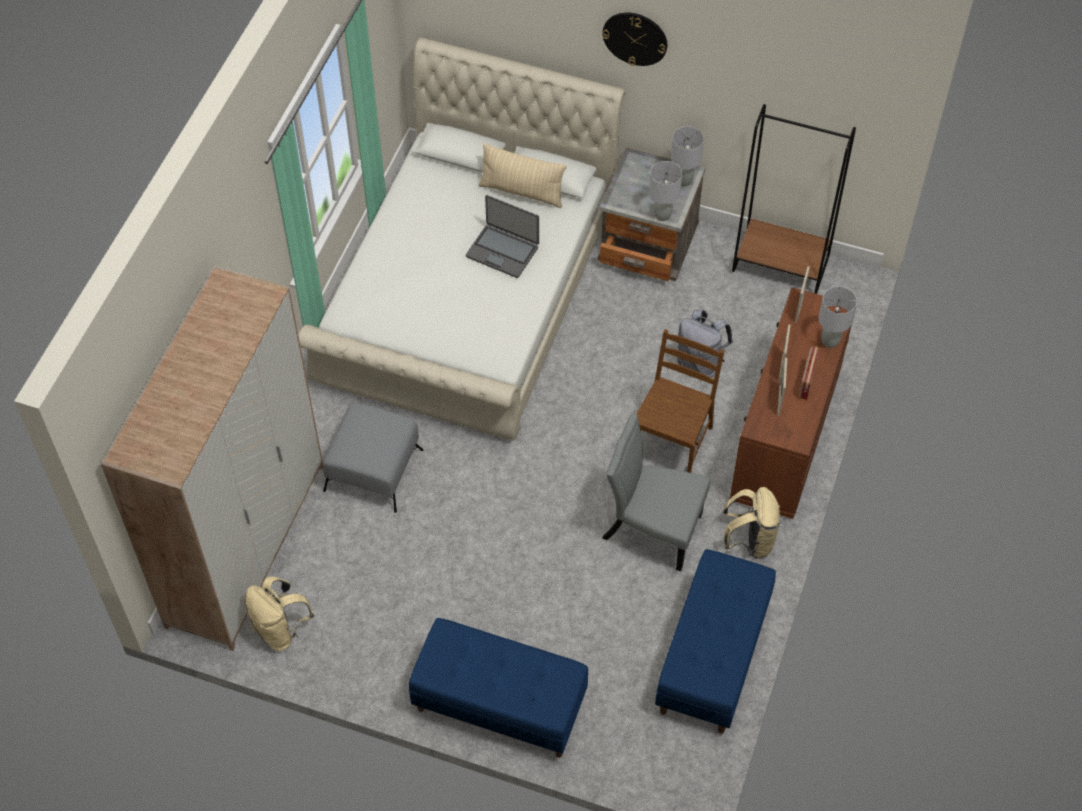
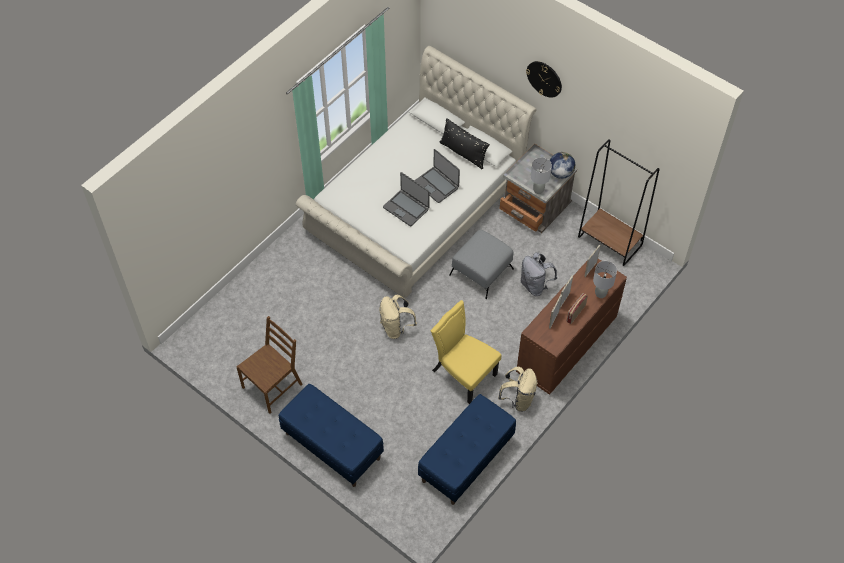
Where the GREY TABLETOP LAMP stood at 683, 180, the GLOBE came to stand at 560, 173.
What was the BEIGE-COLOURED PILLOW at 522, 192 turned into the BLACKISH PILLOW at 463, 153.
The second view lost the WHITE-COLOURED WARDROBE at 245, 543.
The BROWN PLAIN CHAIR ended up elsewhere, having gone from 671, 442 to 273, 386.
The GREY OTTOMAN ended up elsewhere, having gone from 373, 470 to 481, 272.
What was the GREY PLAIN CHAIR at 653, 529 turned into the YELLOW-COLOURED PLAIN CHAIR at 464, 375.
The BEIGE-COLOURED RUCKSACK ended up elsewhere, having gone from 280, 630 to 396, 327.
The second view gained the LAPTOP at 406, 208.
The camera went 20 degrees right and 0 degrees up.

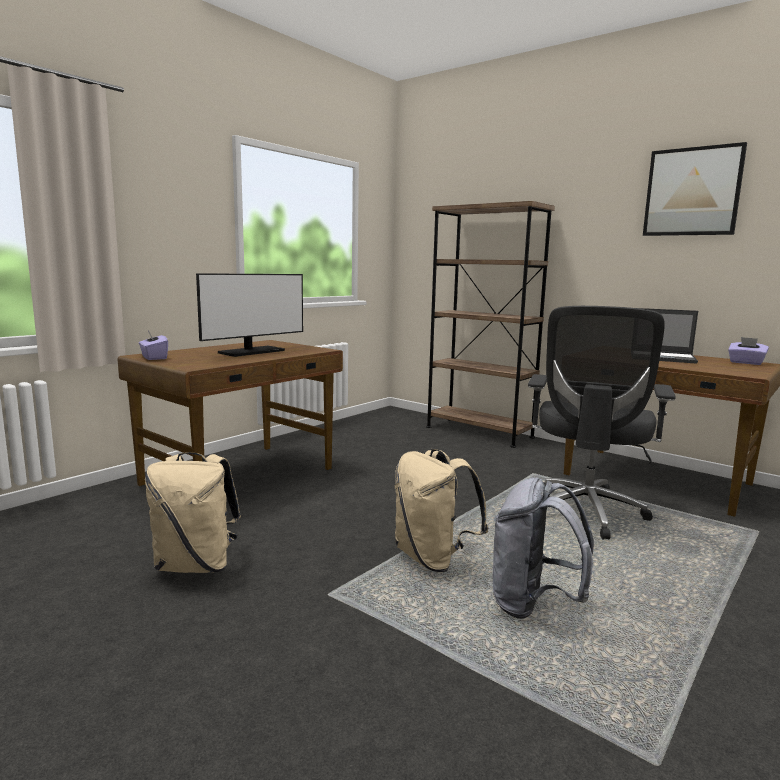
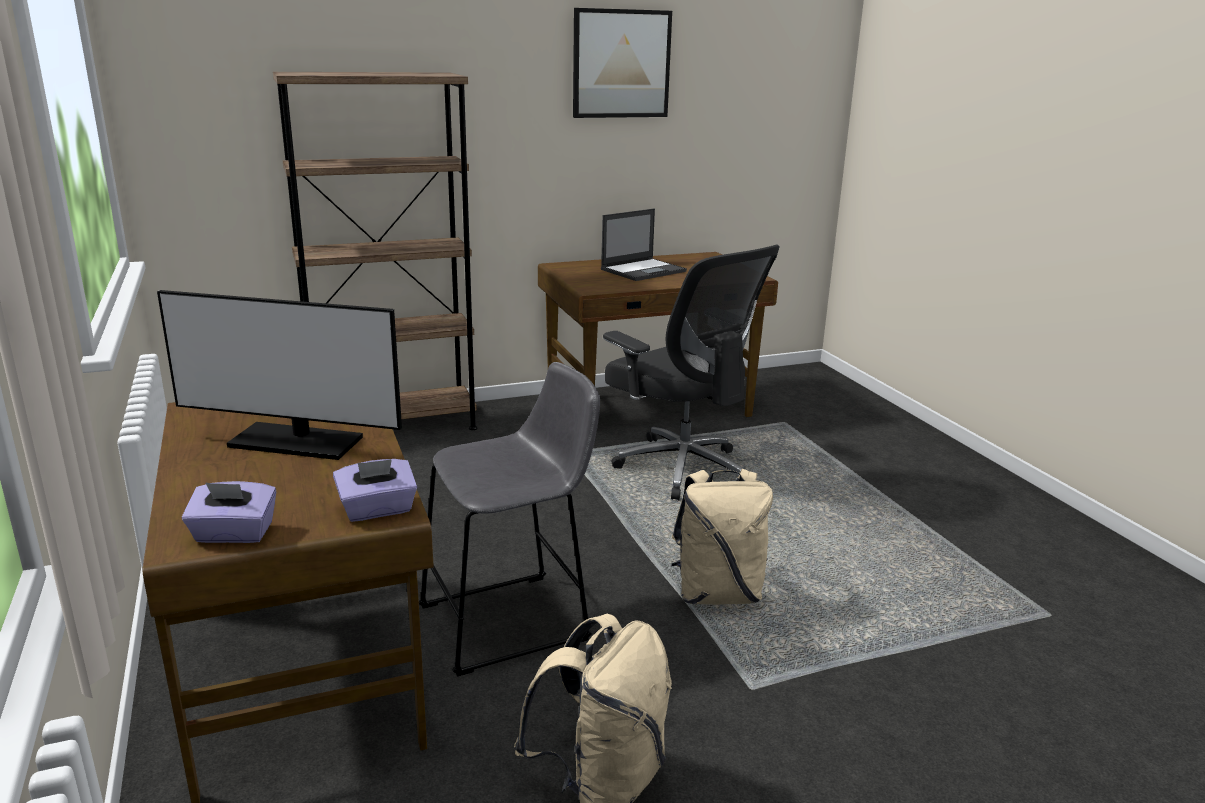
The COMPUTER DISPLAY at 252, 352 ended up facing another way, 120 degrees clockwise from before.
The PURPLE-COLOURED TISSUE HOLDER ended up elsewhere, having gone from 746, 363 to 377, 510.
The second view lost the GREY RUCKSACK at 533, 605.
The second view gained the GREY STOOL SEAT at 513, 621.
The camera went 60 degrees left and 10 degrees up.

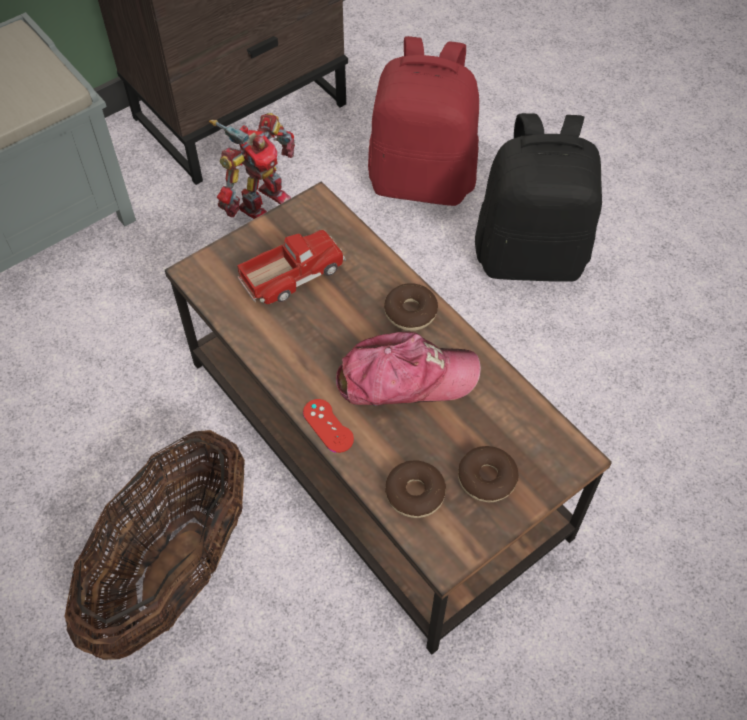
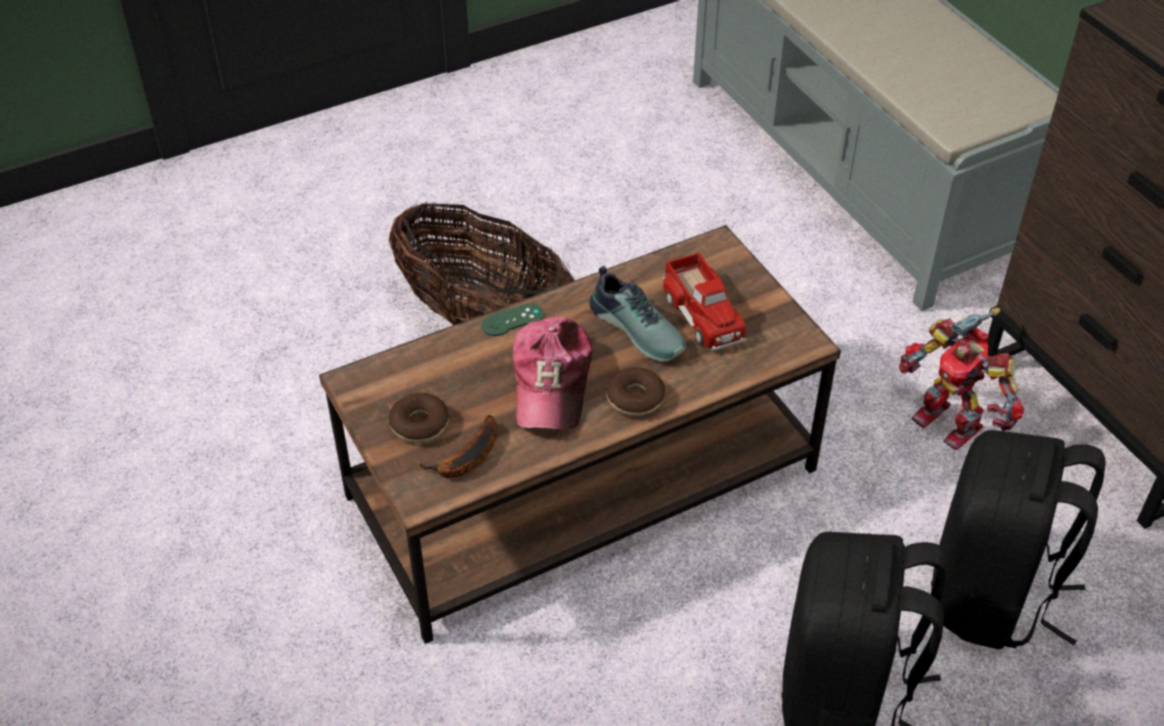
What was the REDDISH RUCKSACK at 423, 180 turned into the BLACKISH RUCKSACK at 992, 595.
What was the REDDISH GAMEPAD at 328, 426 turned into the GREEN-COLOURED GAMEPAD at 512, 320.
The second view lost the DOUGHNUT at 415, 493.
The second view gained the LOW SHOE at 639, 328.
The second view gained the WHOLE BANANA at 466, 459.
The camera went 100 degrees right and 10 degrees down.

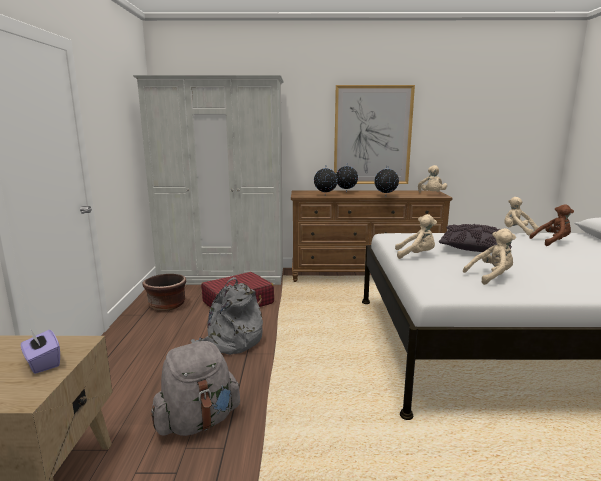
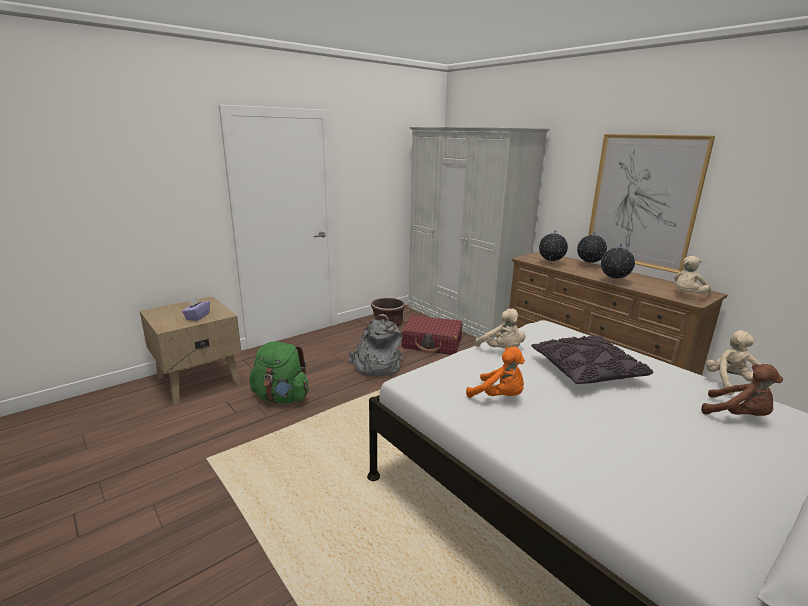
What was the BEIGE-COLOURED PLUSH TOY at 491, 276 turned into the ORANGE PLUSH TOY at 499, 397.
What was the GREY RUCKSACK at 198, 421 turned into the GREEN-COLOURED RUCKSACK at 281, 398.
The camera went 50 degrees right and 5 degrees up.

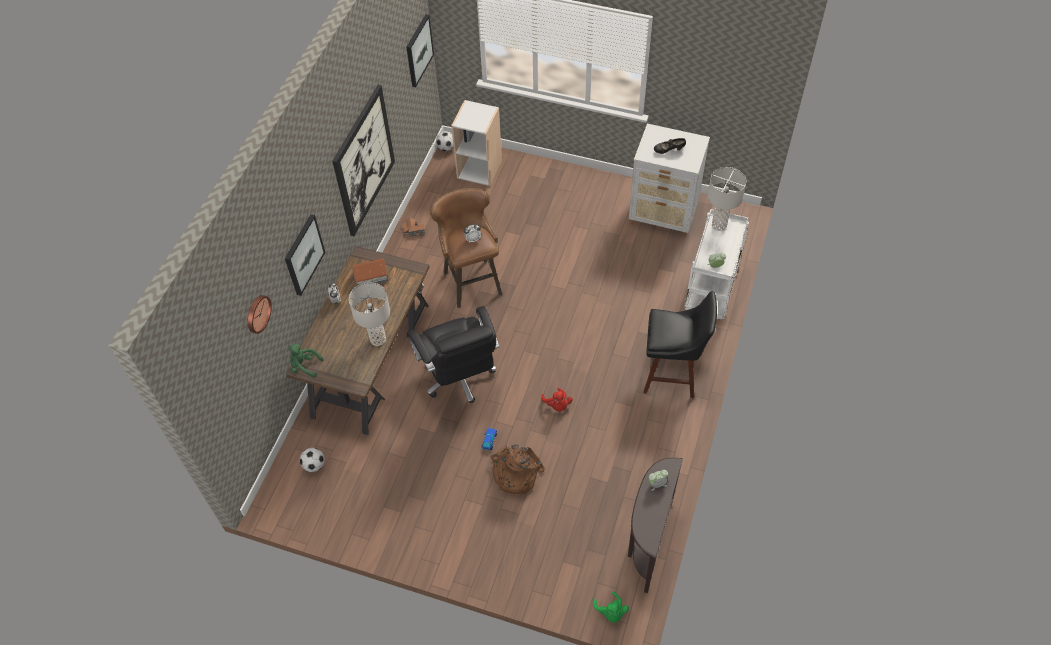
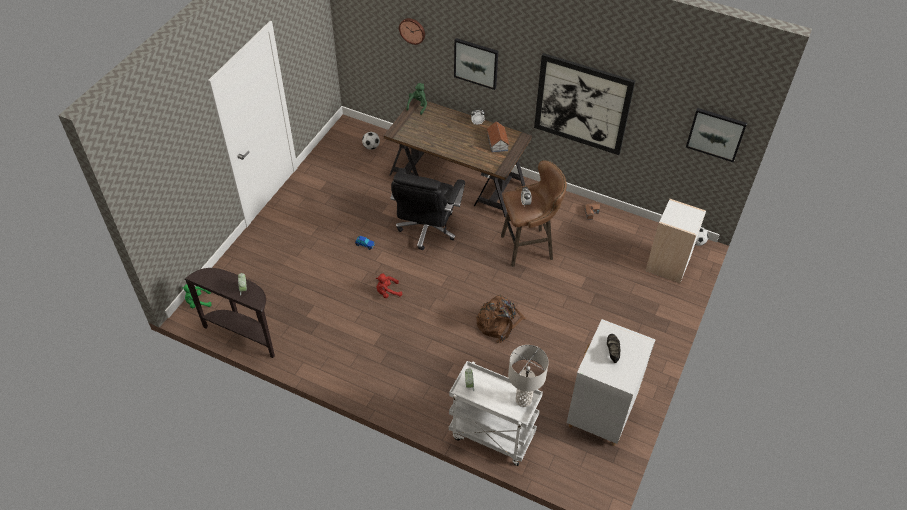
The second view lost the WHITE-COLOURED TABLETOP LAMP at 378, 339.
The second view lost the BLACKISH STOOL SEAT at 672, 374.
The BLACKISH COMPUTER CHAIR at 460, 380 ended up facing another way, 60 degrees counterclockwise from before.
The BROWN RUCKSACK ended up elsewhere, having gone from 515, 473 to 499, 323.
The camera went 95 degrees right and 5 degrees down.

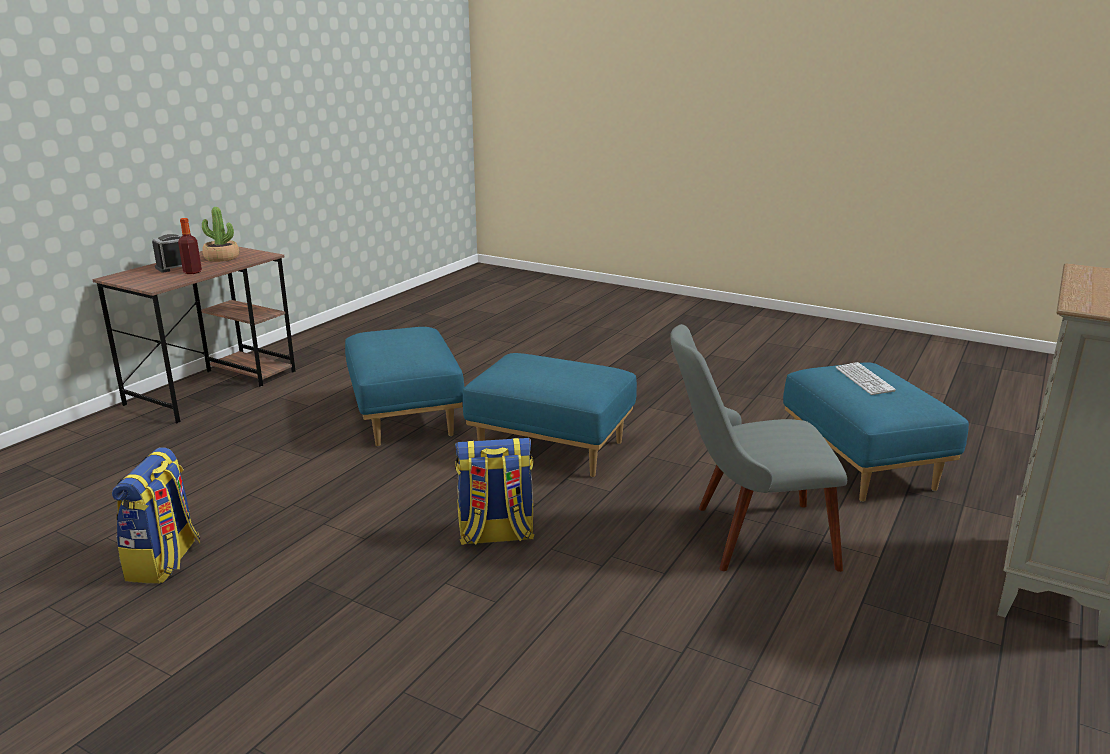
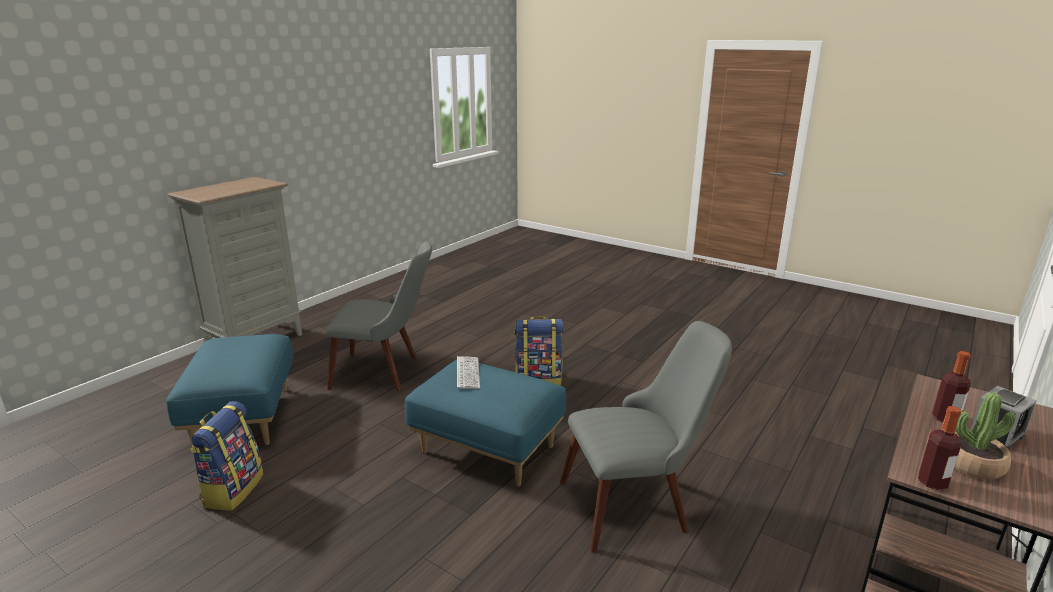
Where the BLUE-COLOURED OTTOMAN stood at 404, 417, the GREY PLAIN CHAIR came to stand at 637, 503.
The PC KEYBOARD ended up elsewhere, having gone from 864, 380 to 468, 373.
The RUCKSACK ended up elsewhere, having gone from 165, 562 to 232, 489.
The second view gained the DRINK BOTTLE at 932, 482.
The camera went 175 degrees left and 0 degrees up.

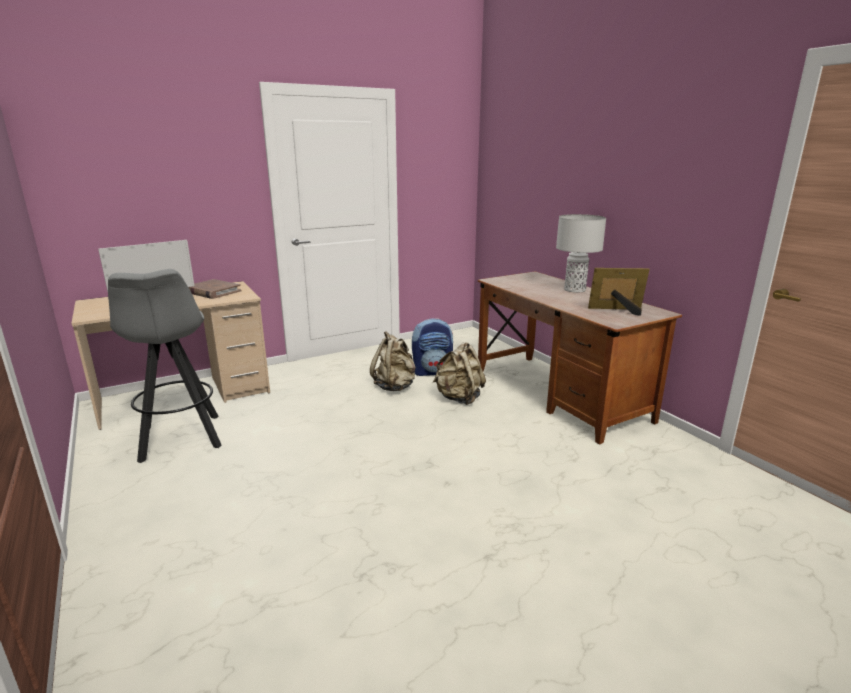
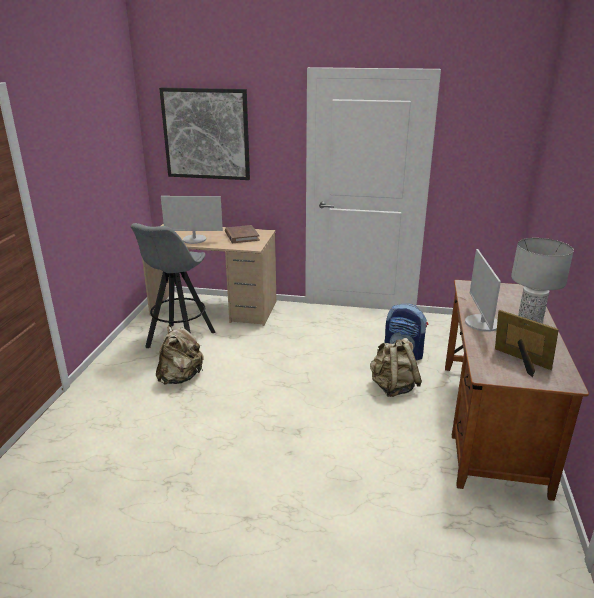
The BEIGE-COLOURED RUCKSACK ended up elsewhere, having gone from 395, 386 to 180, 377.
The second view gained the PICTURE at 206, 134.
The second view gained the COMPUTER DISPLAY at 481, 323.
The camera went 40 degrees right and 5 degrees up.

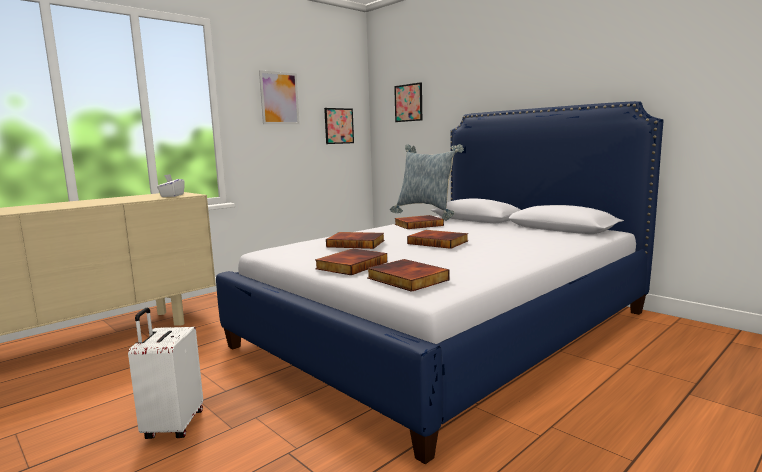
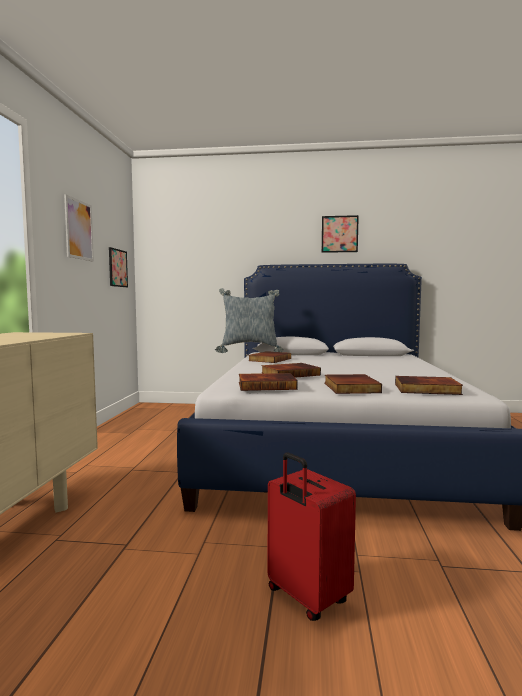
The PICTURE ended up elsewhere, having gone from 408, 103 to 339, 234.
The second view lost the WHITE-COLOURED TISSUE HOLDER at 172, 196.
The BOUND BOOK ended up elsewhere, having gone from 438, 242 to 267, 385.
What was the WHITE-COLOURED TRAVEL CASE at 172, 426 turned into the REDDISH TRAVEL CASE at 306, 597.
The camera went 40 degrees left and 5 degrees down.

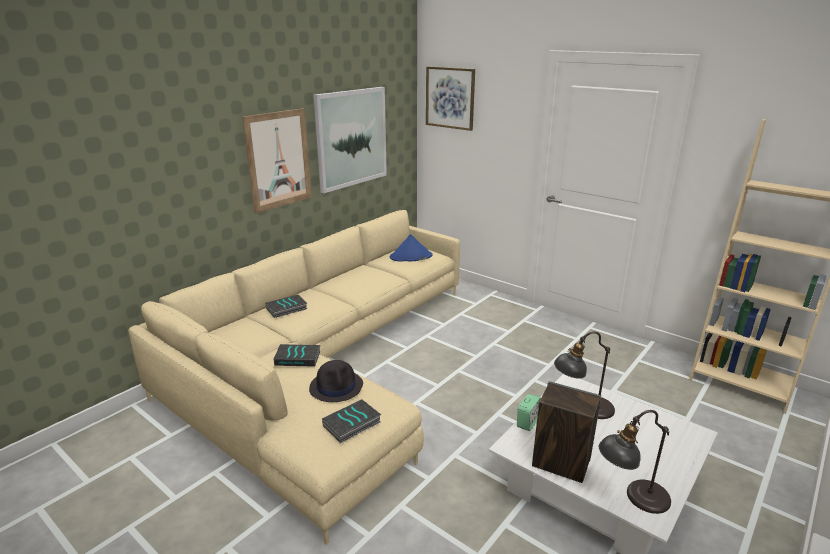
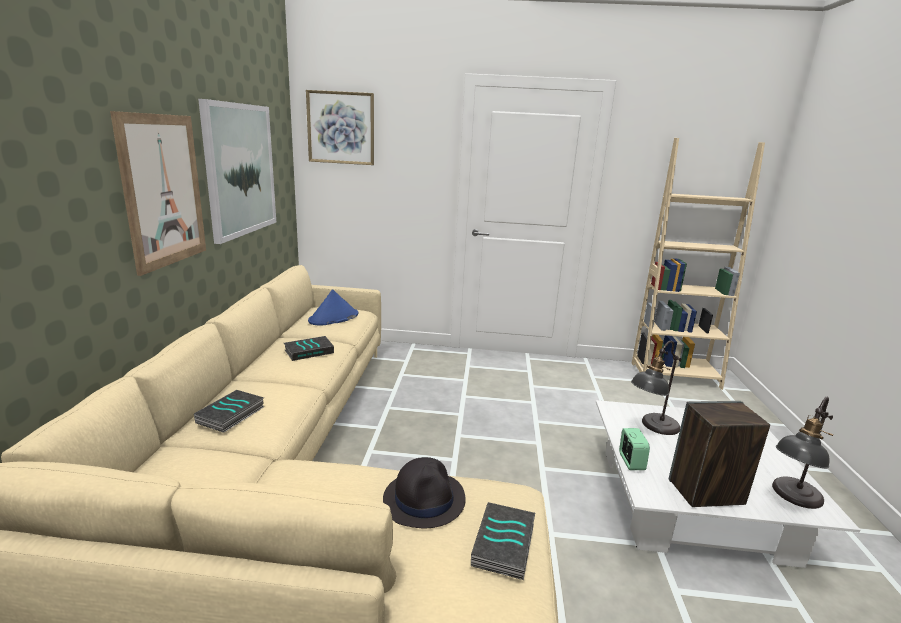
The BOUND BOOK ended up elsewhere, having gone from 298, 358 to 309, 351.
The camera went 35 degrees left and 5 degrees down.

